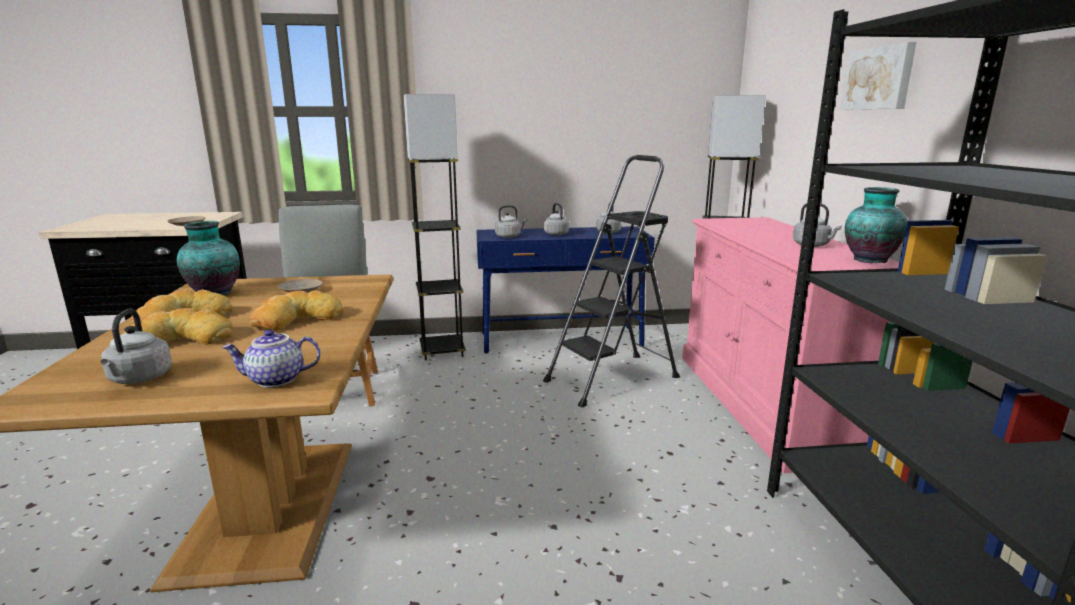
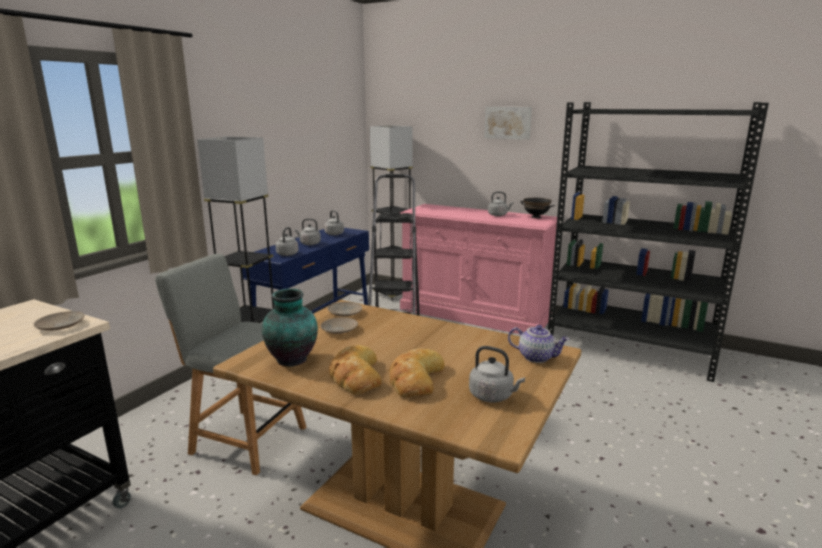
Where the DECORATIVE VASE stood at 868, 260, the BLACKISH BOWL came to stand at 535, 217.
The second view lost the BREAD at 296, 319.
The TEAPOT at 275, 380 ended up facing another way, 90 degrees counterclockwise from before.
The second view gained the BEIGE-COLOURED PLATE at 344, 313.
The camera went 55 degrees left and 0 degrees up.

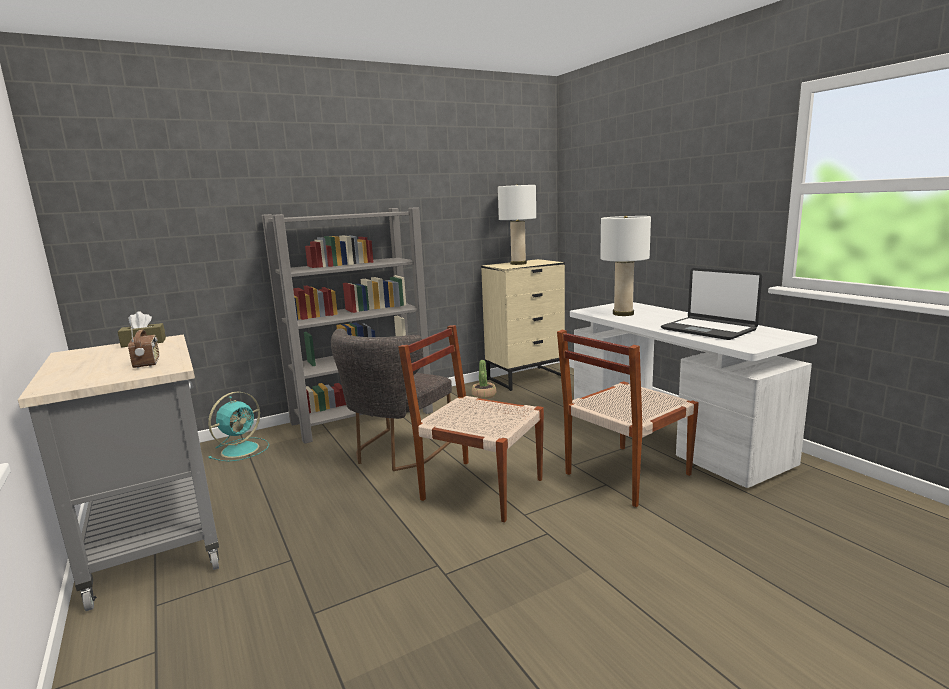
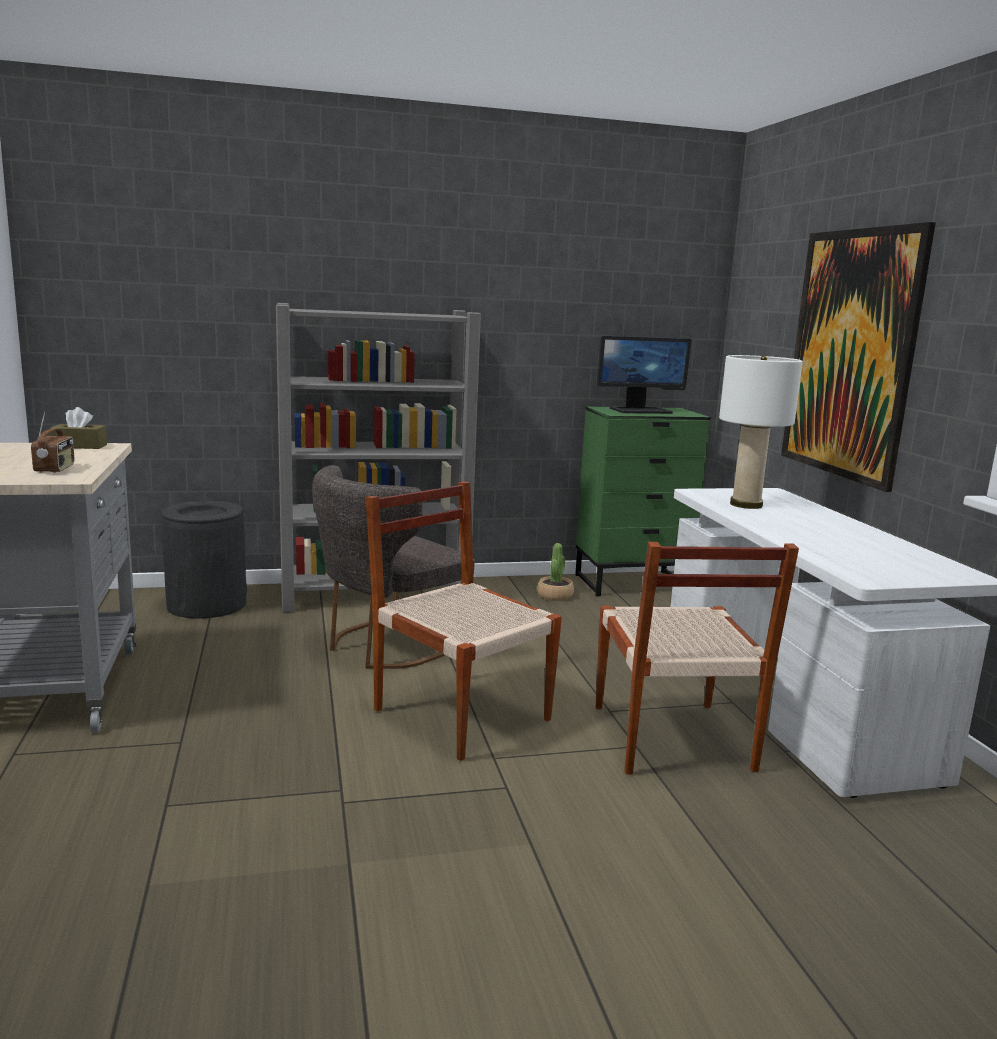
Where the WHITE-COLOURED TABLETOP LAMP stood at 518, 263, the COMPUTER DISPLAY came to stand at 640, 410.
What was the BEIGE-COLOURED DRESSER at 526, 378 turned into the GREEN-COLOURED DRESSER at 633, 583.
The second view lost the LAPTOP at 708, 329.
The PLAIN CHAIR at 625, 476 ended up facing another way, 75 degrees counterclockwise from before.
Where the TURQUOISE COOLING FAN stood at 241, 449, the BLACKISH RUBBISH BIN came to stand at 207, 604.
The second view gained the PICTURE at 850, 354.
The camera went 15 degrees right and 0 degrees up.

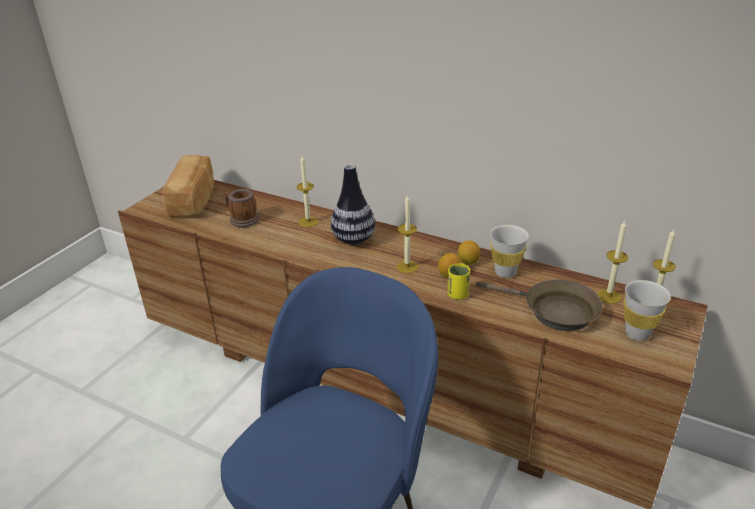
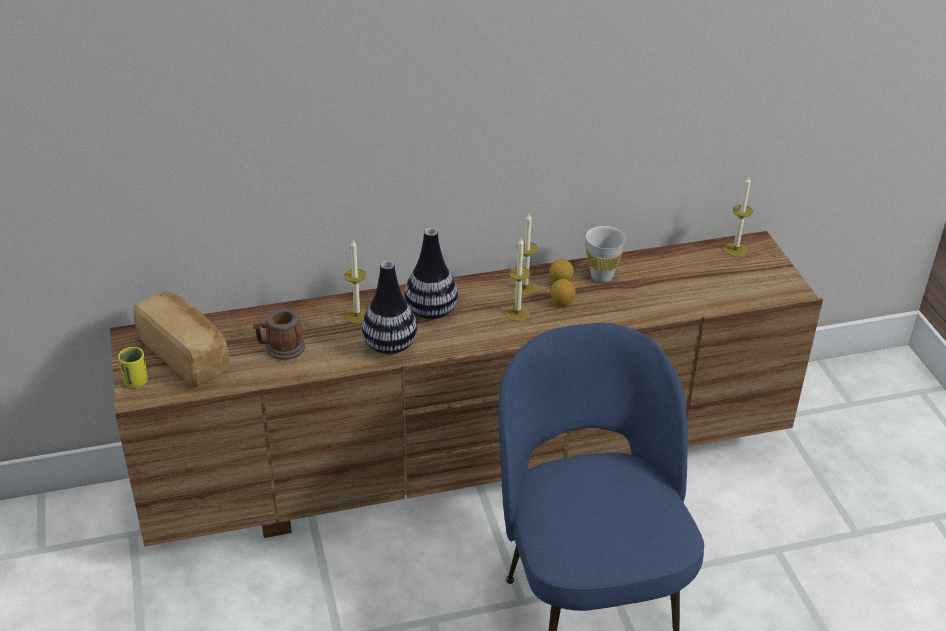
The WAX CANDLE ended up elsewhere, having gone from 609, 296 to 525, 288.
The YELLOW-COLOURED CUP ended up elsewhere, having gone from 458, 294 to 136, 381.
The second view lost the BROWN SKILLET at 554, 311.
The second view lost the WHITE-COLOURED CUP at 637, 334.
The second view gained the DECORATIVE VASE at 390, 346.
The camera went 45 degrees left and 5 degrees up.

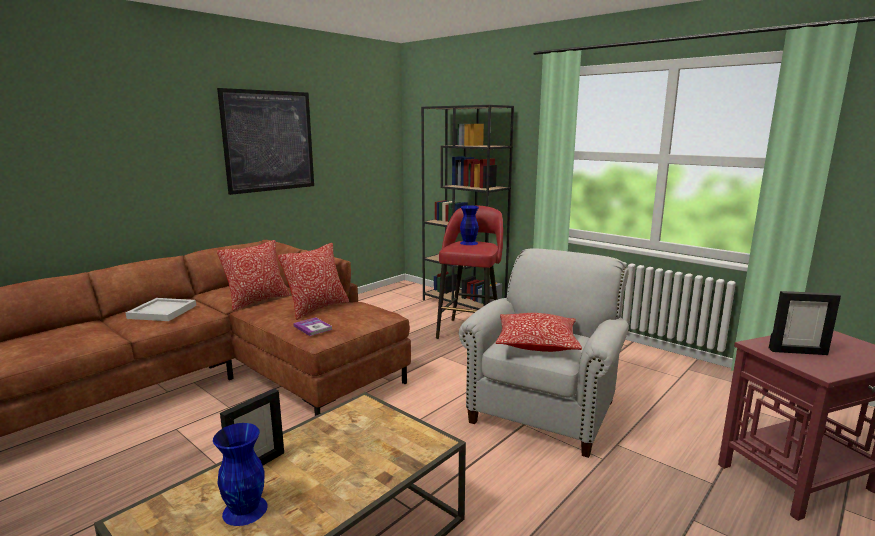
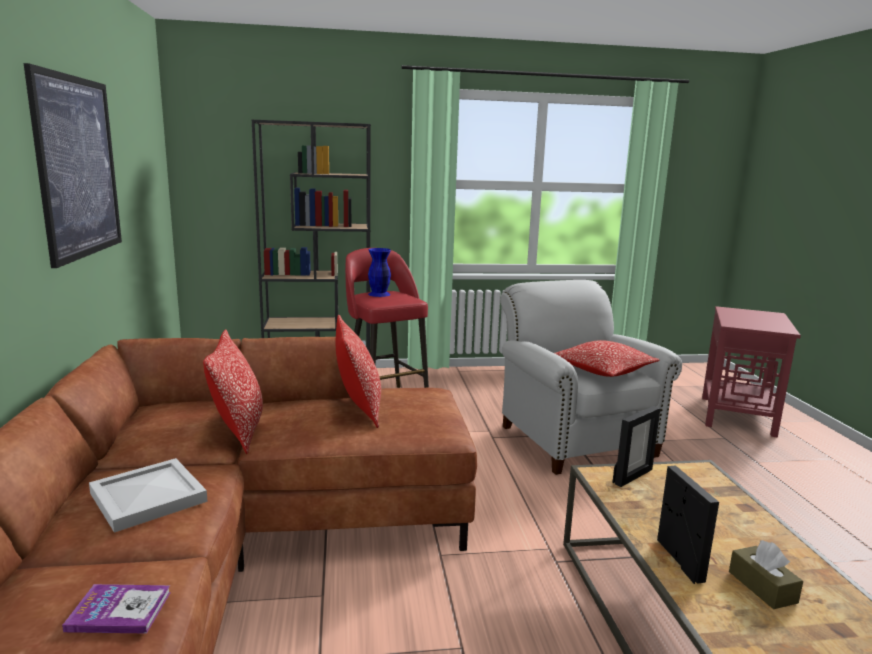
The PICTURE FRAME ended up elsewhere, having gone from 797, 351 to 632, 476.
The BOUND BOOK ended up elsewhere, having gone from 313, 328 to 119, 611.
Where the BLUE-COLOURED DECORATIVE VASE stood at 245, 509, the BROWN TISSUE HOLDER came to stand at 762, 587.
The camera went 50 degrees left and 0 degrees up.

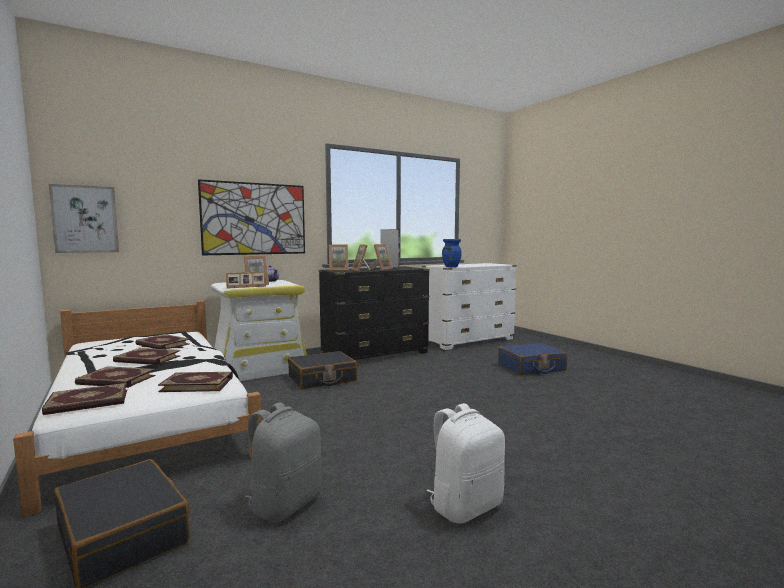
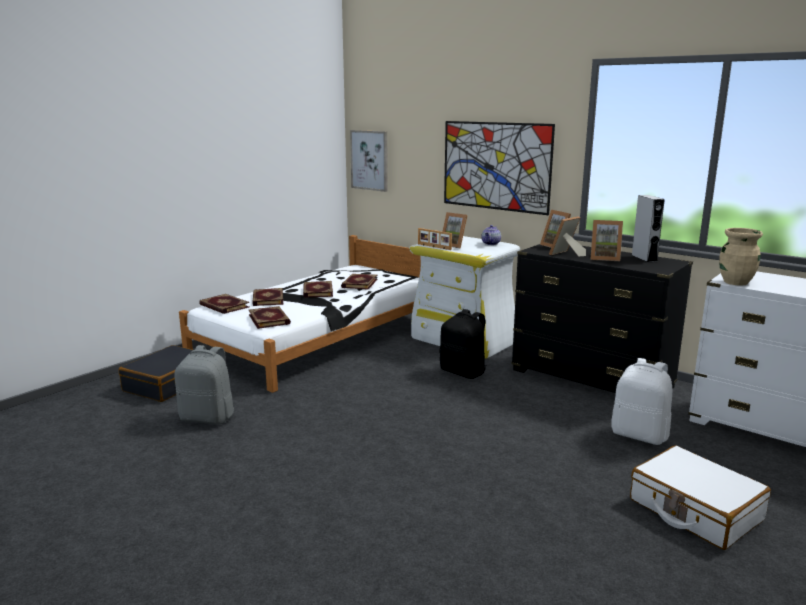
What was the BLUE-COLOURED DECORATIVE VASE at 451, 267 turned into the BEIGE-COLOURED DECORATIVE VASE at 736, 282.
What was the BLUE-COLOURED TRAVEL CASE at 531, 368 turned into the WHITE-COLOURED TRAVEL CASE at 694, 510.
Where the BLACKISH TRAVEL CASE stood at 322, 379, the BLACKISH RUCKSACK came to stand at 463, 372.
The WHITE-COLOURED RUCKSACK ended up elsewhere, having gone from 465, 506 to 639, 435.
The camera went 70 degrees right and 10 degrees up.

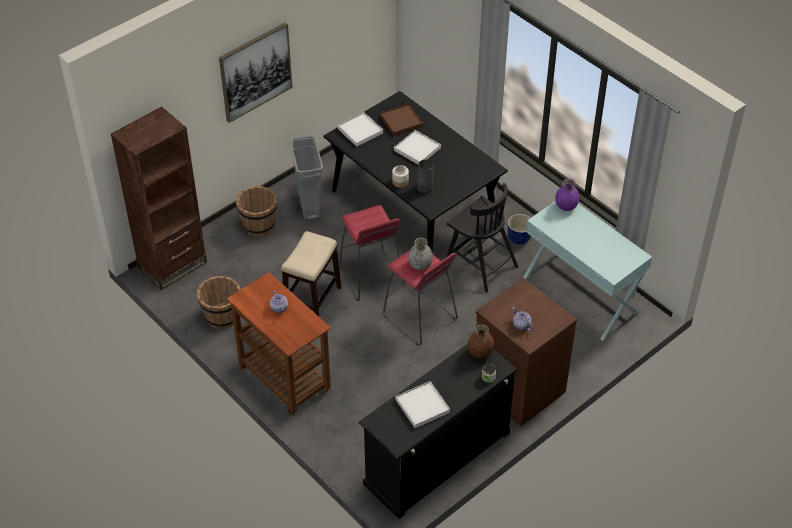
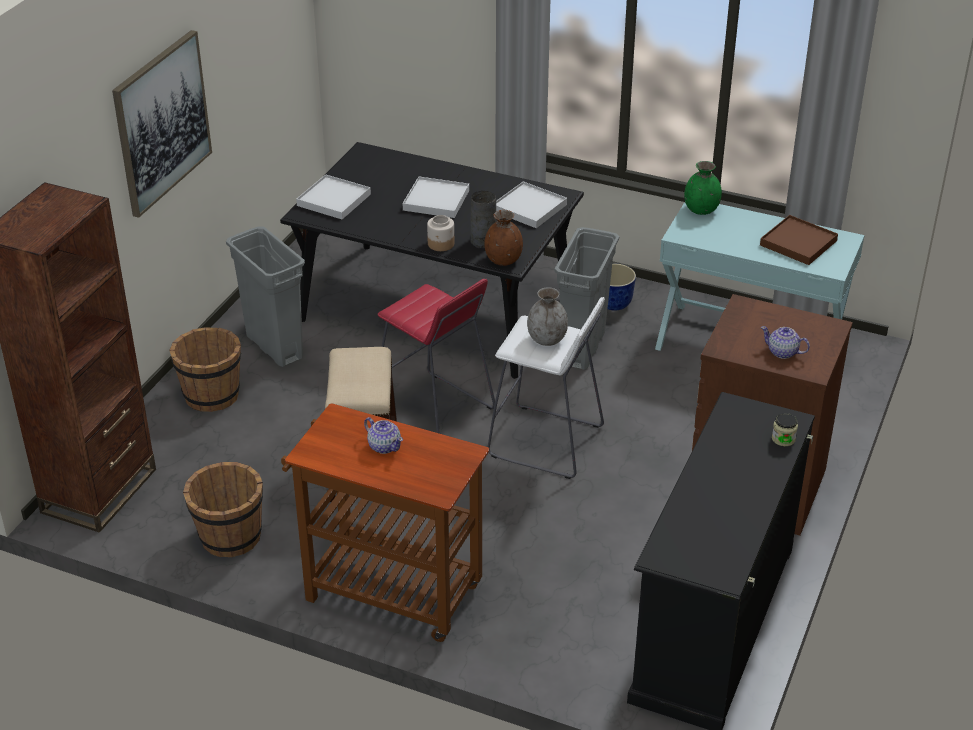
The BROWN SERVING TRAY ended up elsewhere, having gone from 401, 121 to 798, 243.
What was the PURPLE-COLOURED DECORATIVE VASE at 566, 206 turned into the GREEN-COLOURED DECORATIVE VASE at 701, 210.
Where the BLACKISH PLAIN CHAIR stood at 480, 264, the GREY RUBBISH BIN came to stand at 582, 349.
What was the REDDISH STOOL SEAT at 420, 318 turned into the WHITE-COLOURED STOOL SEAT at 546, 442.
The BROWN DECORATIVE VASE ended up elsewhere, having gone from 480, 352 to 503, 260.
The WHITE-COLOURED SERVING TRAY ended up elsewhere, having gone from 422, 406 to 529, 208.
The camera went 25 degrees left and 10 degrees down.

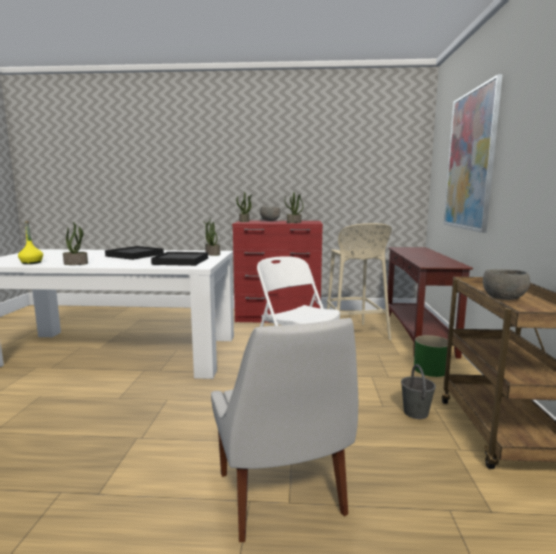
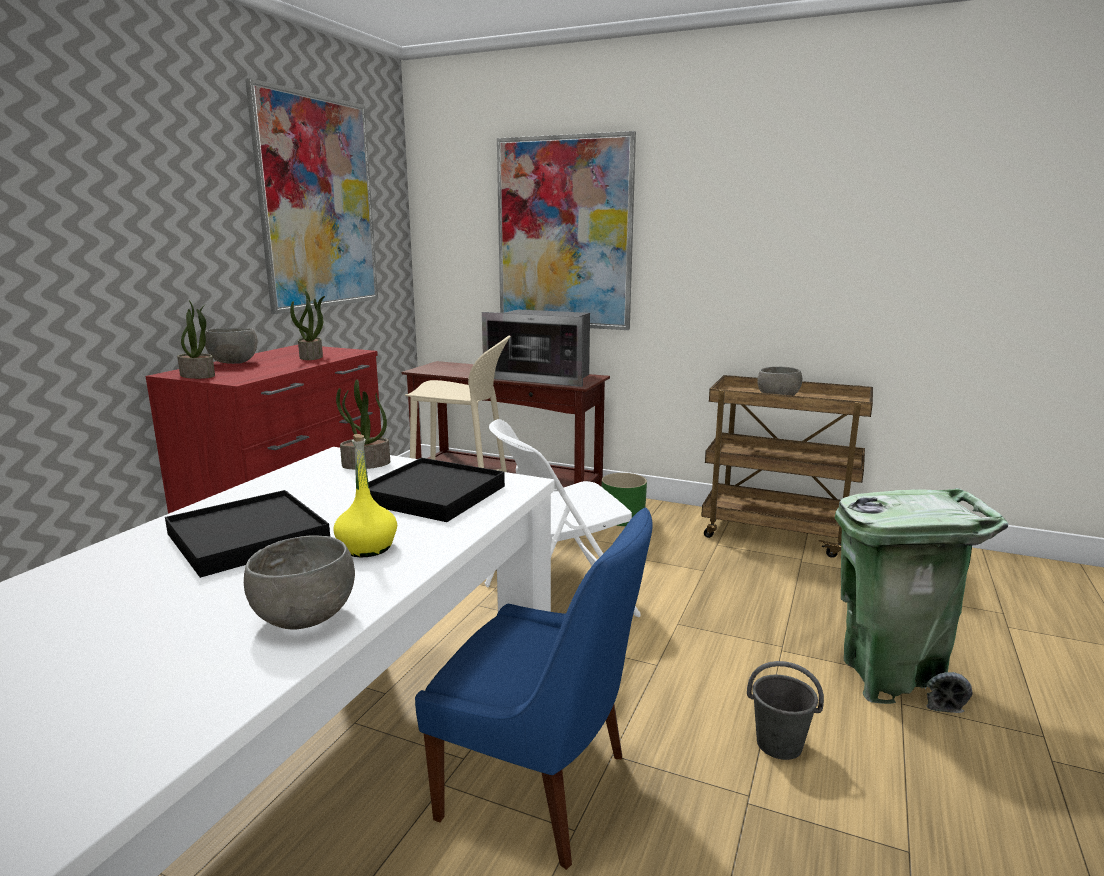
The YELLOW-COLOURED DRINK BOTTLE ended up elsewhere, having gone from 31, 263 to 367, 547.
Where the POTTED PLANT stood at 76, 263, the GREY BOWL came to stand at 305, 617.
Where the WHITE-COLOURED PLAIN CHAIR stood at 282, 497, the GREEN-COLOURED RUBBISH BIN came to stand at 891, 679.
The GREY WATER BUCKET ended up elsewhere, having gone from 416, 413 to 780, 744.
The second view gained the PICTURE at 318, 203.
The second view gained the MICROWAVE OVEN at 542, 377.
The second view gained the BLUE-COLOURED PLAIN CHAIR at 541, 789.
The camera went 70 degrees left and 5 degrees up.

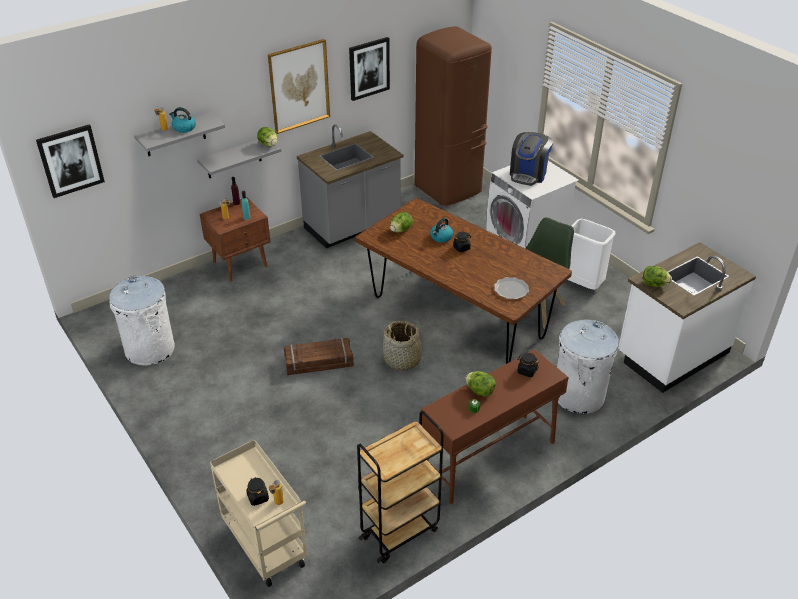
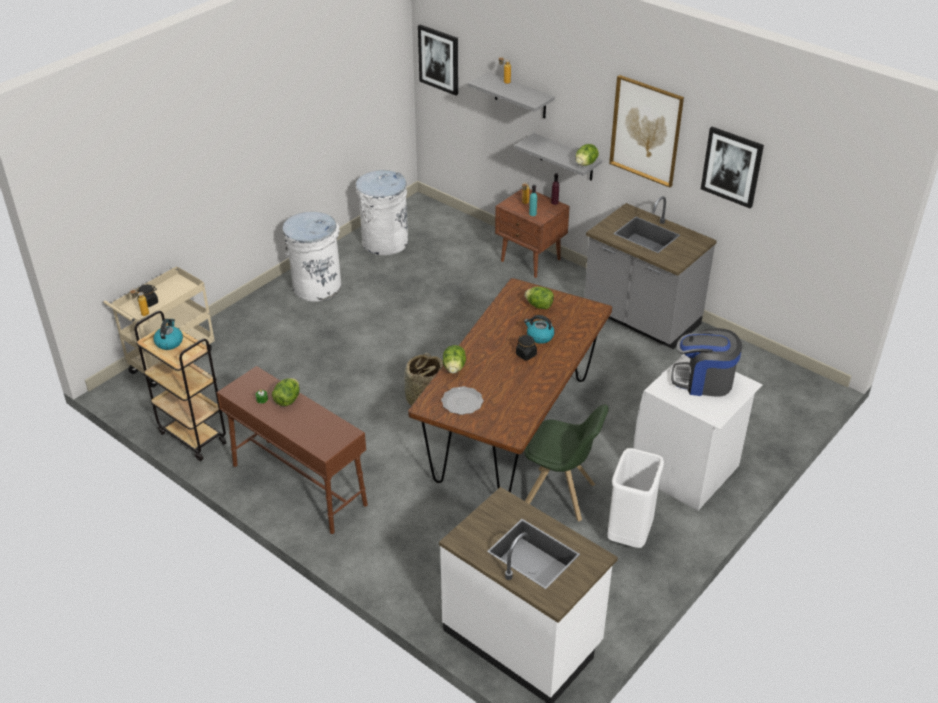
The second view lost the BROWN KITCHEN FRIDGE at 450, 189.
The TEA KETTLE ended up elsewhere, having gone from 184, 128 to 169, 342.
The LETTUCE HEAD ended up elsewhere, having gone from 654, 284 to 454, 368.
The WHITE-COLOURED RUBBISH BIN ended up elsewhere, having gone from 578, 395 to 317, 287.
The second view lost the PACKING CRATE at 319, 362.
The second view lost the BLACKISH STORAGE JAR at 526, 371.
The camera went 75 degrees right and 0 degrees up.

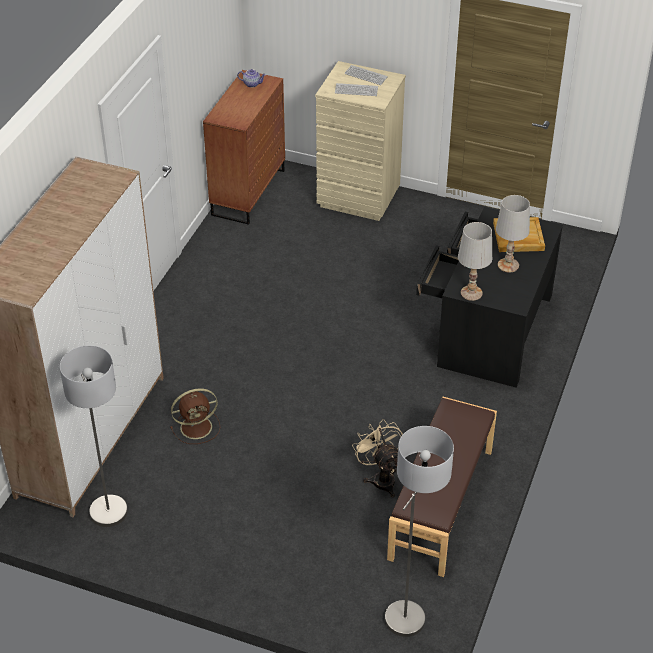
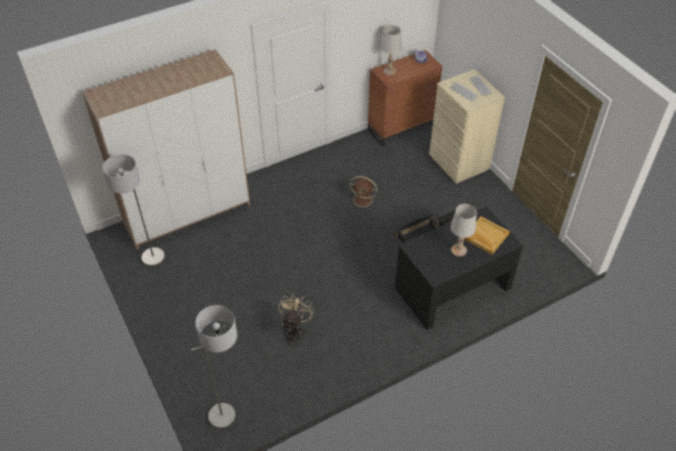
The WHITE-COLOURED TABLETOP LAMP ended up elsewhere, having gone from 471, 293 to 389, 71.
The BROWN COOLING FAN ended up elsewhere, having gone from 197, 427 to 363, 200.
The second view lost the BROWN INDOOR BENCH at 442, 504.
The camera went 40 degrees right and 5 degrees up.

